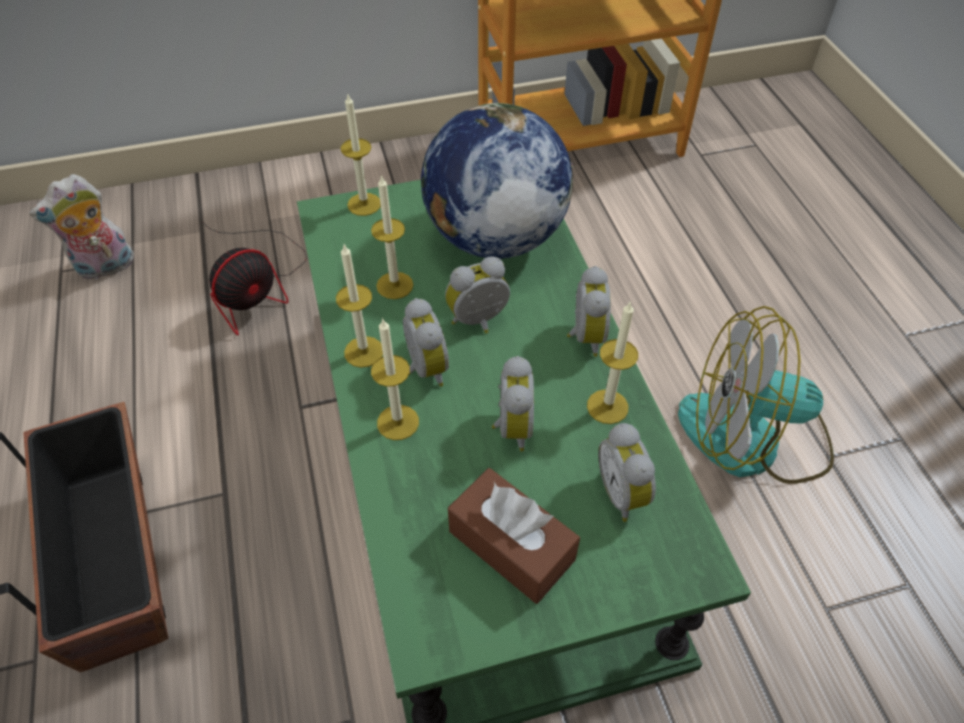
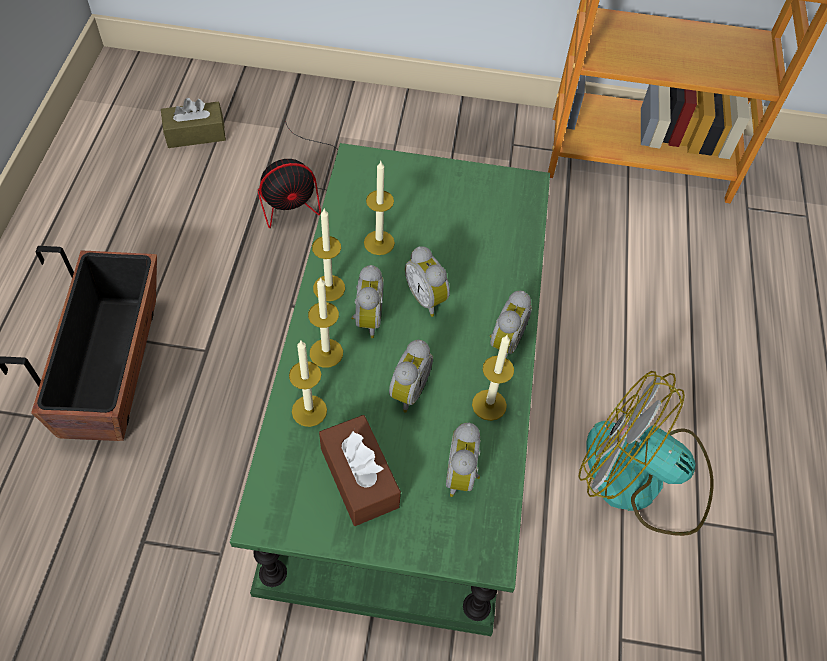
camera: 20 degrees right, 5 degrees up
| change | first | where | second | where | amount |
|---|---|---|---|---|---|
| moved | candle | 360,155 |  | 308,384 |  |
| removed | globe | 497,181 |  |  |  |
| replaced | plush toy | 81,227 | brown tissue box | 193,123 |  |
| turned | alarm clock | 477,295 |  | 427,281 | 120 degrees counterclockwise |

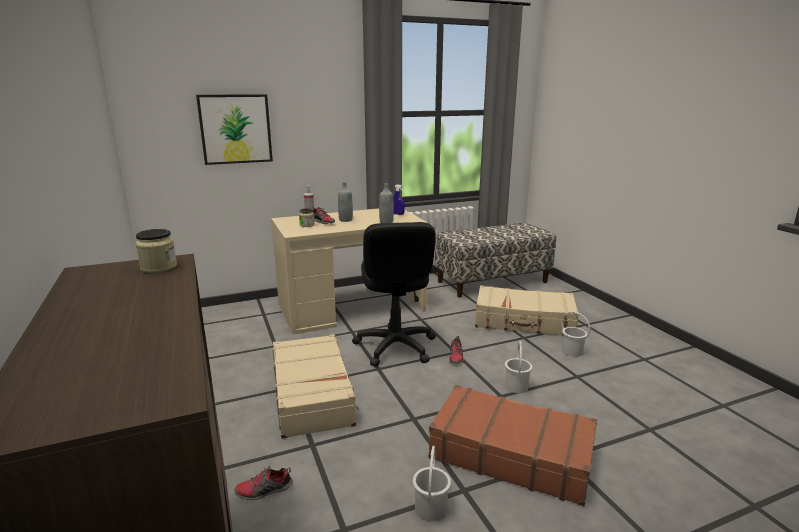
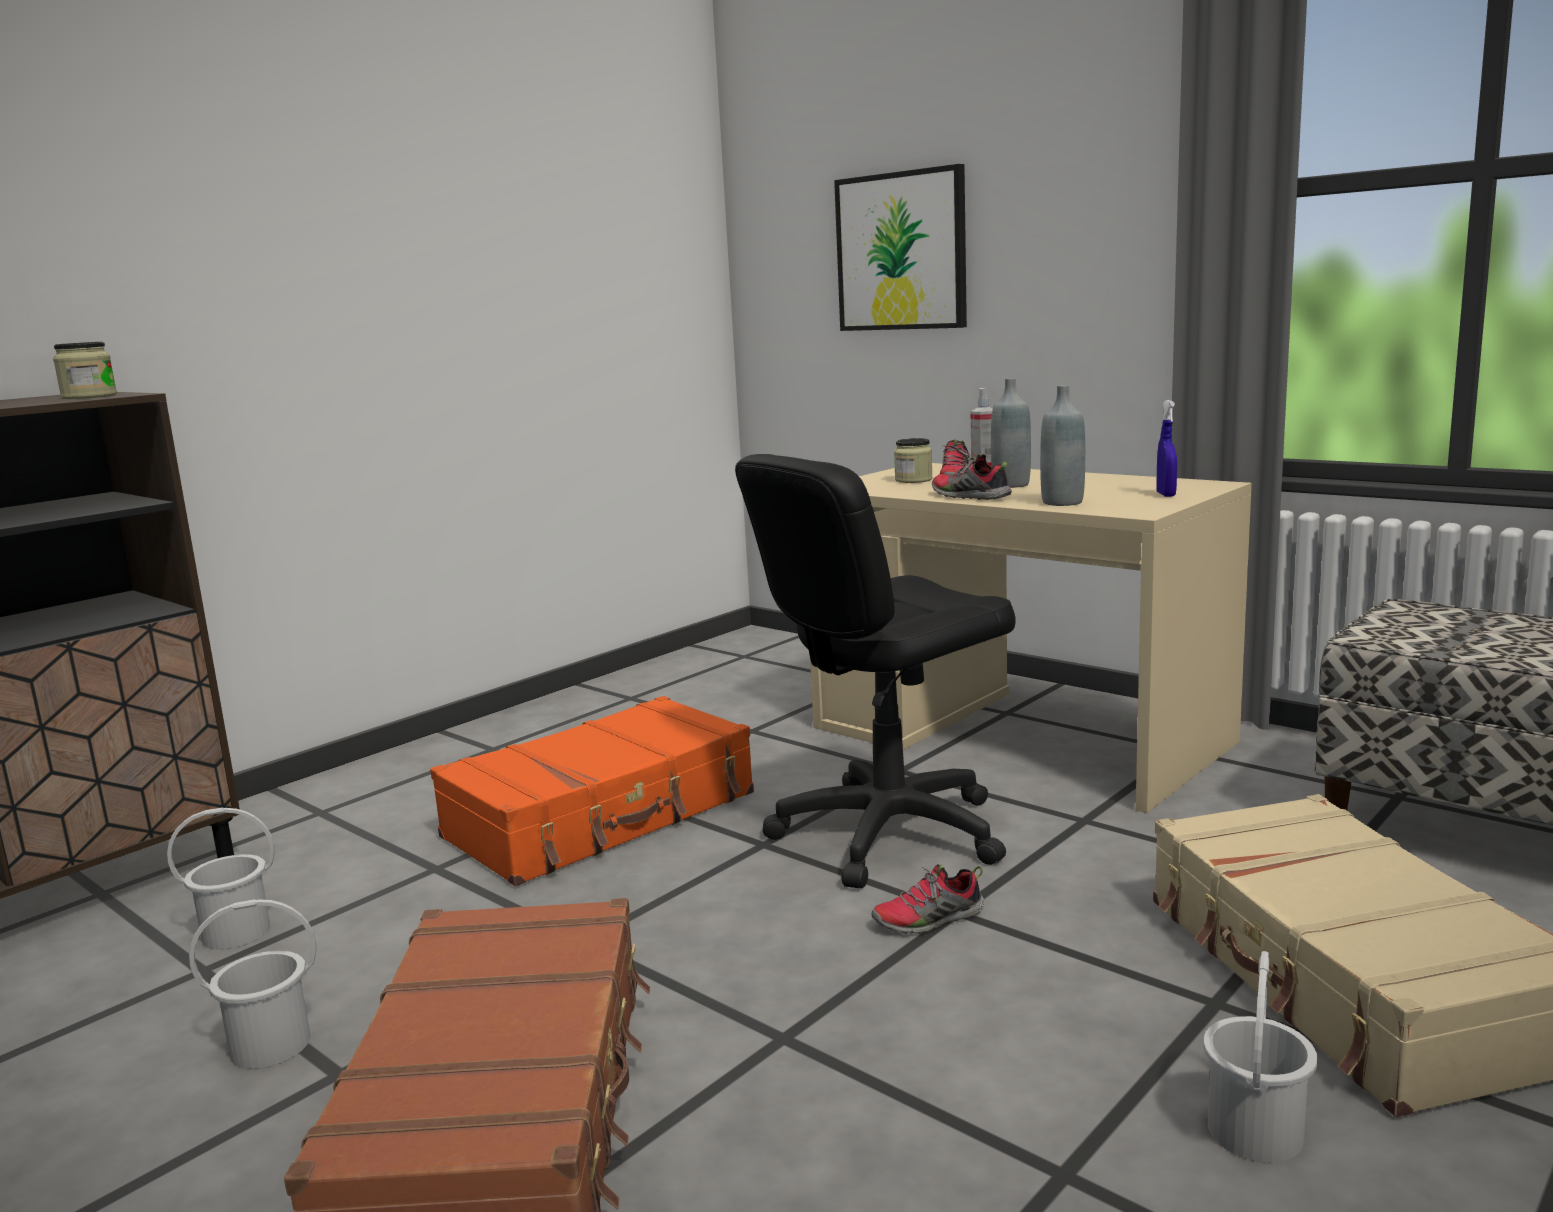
camera: 65 degrees right, 5 degrees down
| change | first | where | second | where | amount |
|---|---|---|---|---|---|
| recoloured | beige suitcase | 316,386 | orange suitcase | 592,791 |  |
| moved | white bucket | 518,367 |  | 221,879 |  |
| moved | shoe | 264,483 |  | 972,476 |  |

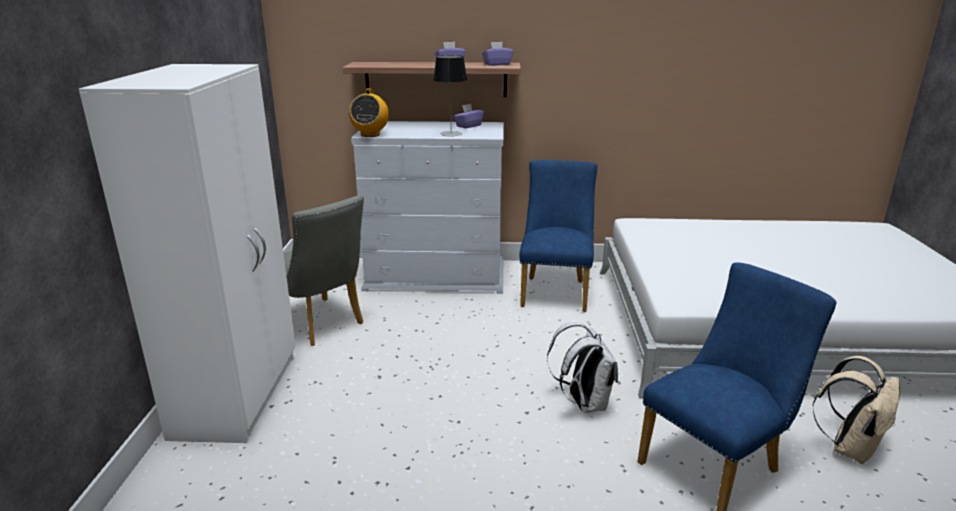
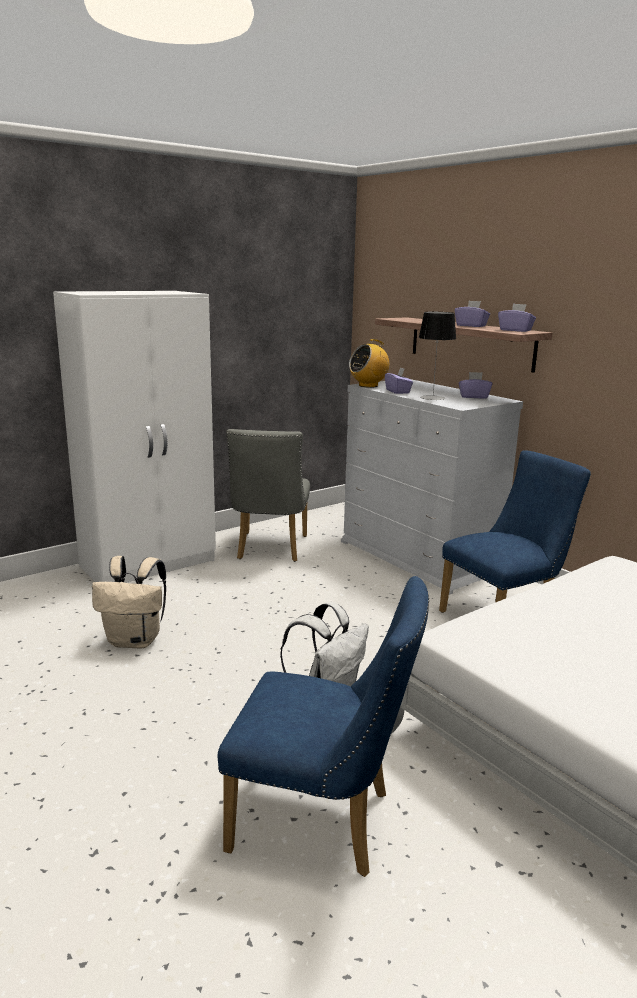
camera: 50 degrees right, 5 degrees down
| change | first | where | second | where | amount |
|---|---|---|---|---|---|
| moved | beige backpack | 856,410 |  | 129,602 |  |
| added |  |  | purple tissue box | 399,380 |  |

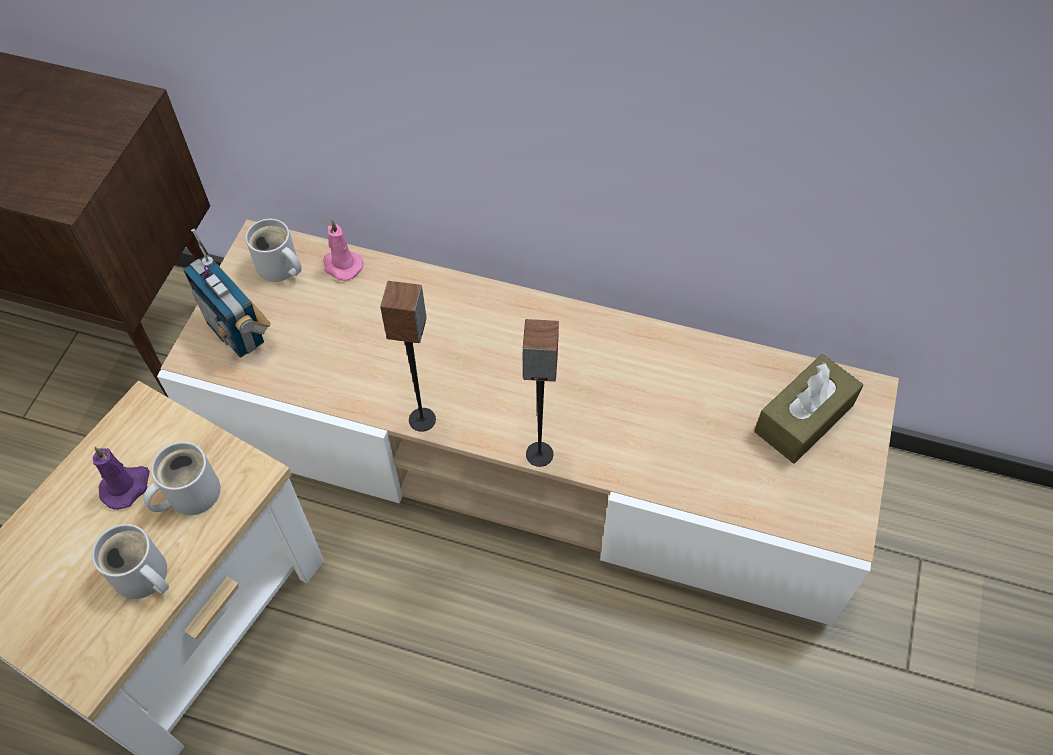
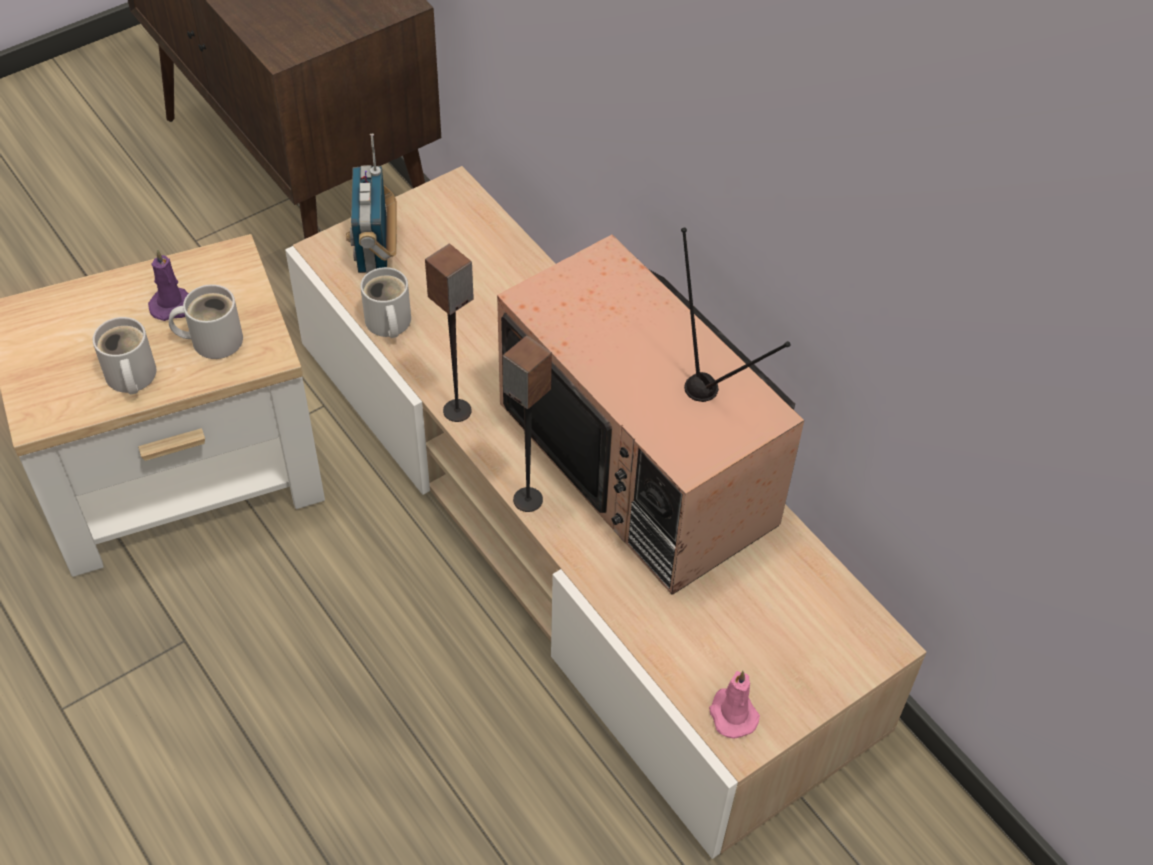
camera: 35 degrees right, 5 degrees down
| change | first | where | second | where | amount |
|---|---|---|---|---|---|
| moved | white mug | 273,250 |  | 385,302 |  |
| moved | pink candle | 343,250 |  | 734,705 |  |
| removed | brown tissue box | 808,409 |  |  |  |
| added |  |  | television | 650,411 |  |

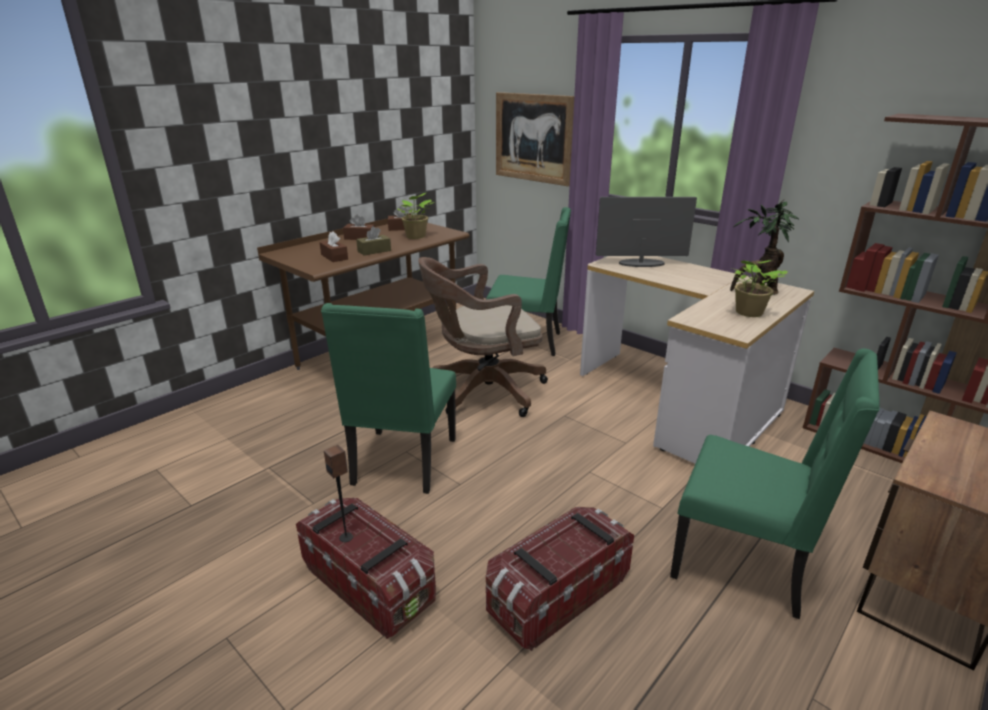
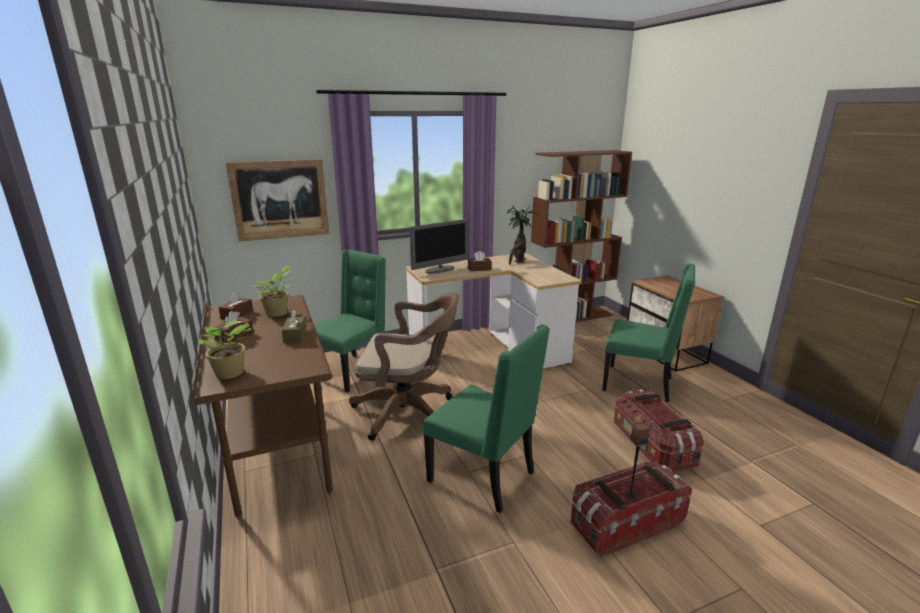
camera: 65 degrees left, 5 degrees down
| change | first | where | second | where | amount |
|---|---|---|---|---|---|
| turned | monitor | 646,232 |  | 439,246 | 150 degrees counterclockwise |
| moved | brown tissue box | 334,246 |  | 480,261 |  |
| turned | brown office chair | 483,337 |  | 404,367 | 90 degrees counterclockwise |
| moved | potted plant | 759,288 |  | 225,349 |  |
| turned | green chair | 775,483 |  | 648,333 | 60 degrees clockwise |

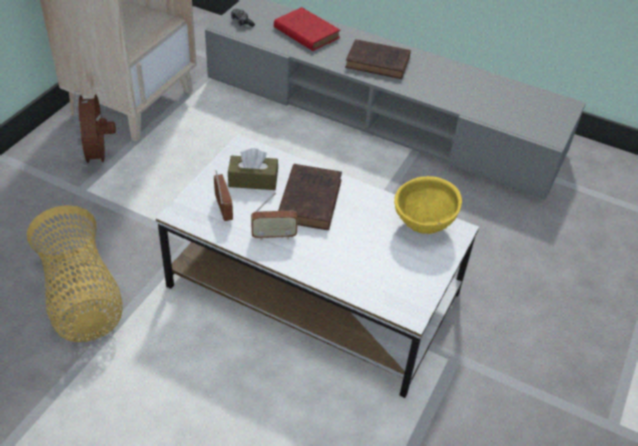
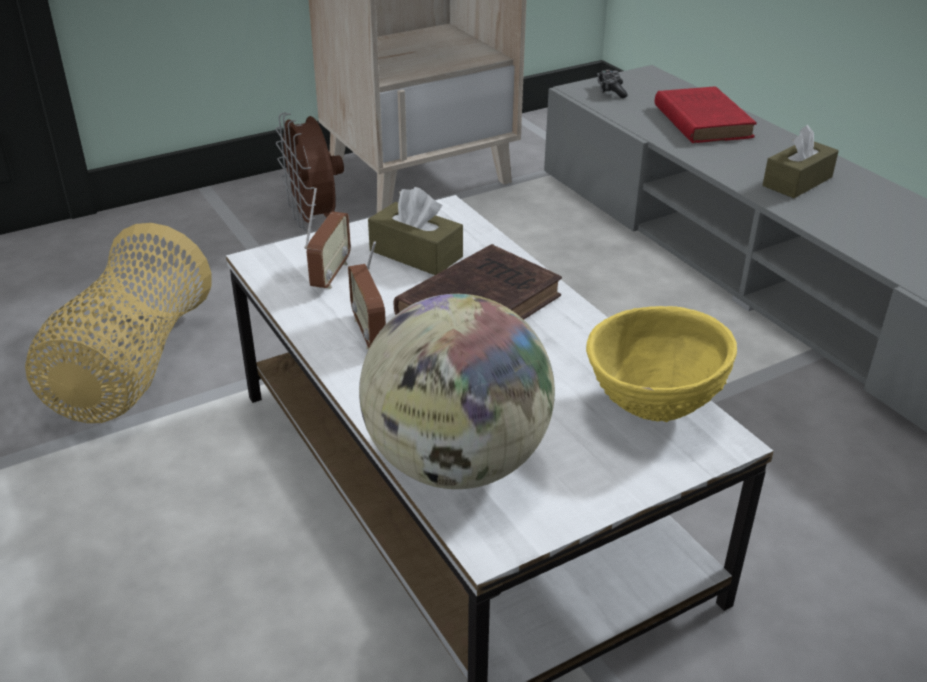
camera: 35 degrees right, 10 degrees down
| change | first | where | second | where | amount |
|---|---|---|---|---|---|
| replaced | brown book | 378,59 | brown tissue box | 801,161 |  |
| turned | brown fan | 94,129 |  | 309,171 | 45 degrees counterclockwise |
| turned | radio | 274,216 |  | 367,295 | 45 degrees clockwise |
| added |  |  | globe | 457,391 |  |

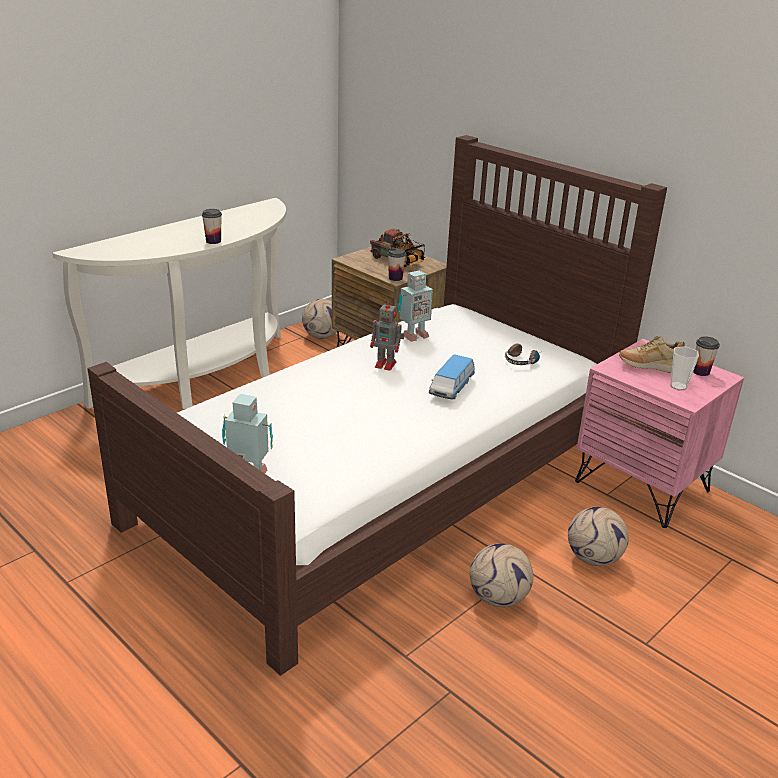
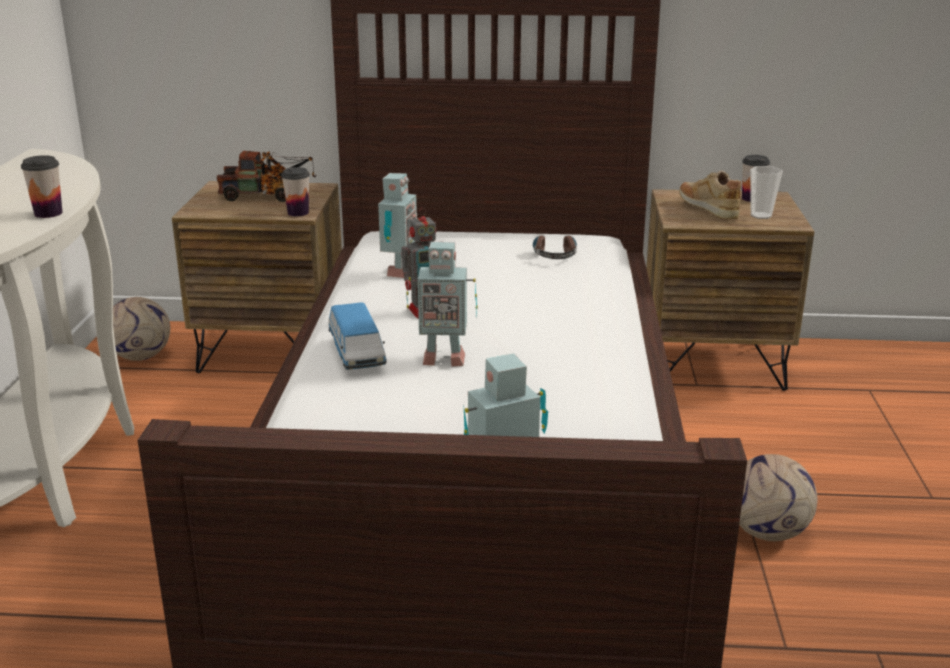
camera: 40 degrees left, 5 degrees down
| change | first | where | second | where | amount |
|---|---|---|---|---|---|
| turned | beige shoe | 652,354 |  | 710,194 | 90 degrees clockwise |
| recoloured | pink nightstand | 659,433 | brown nightstand | 730,290 |  |
| moved | toy car | 452,377 |  | 358,336 |  |
| removed | football | 598,536 |  |  |  |
| added |  |  | toy robot | 442,304 |  |

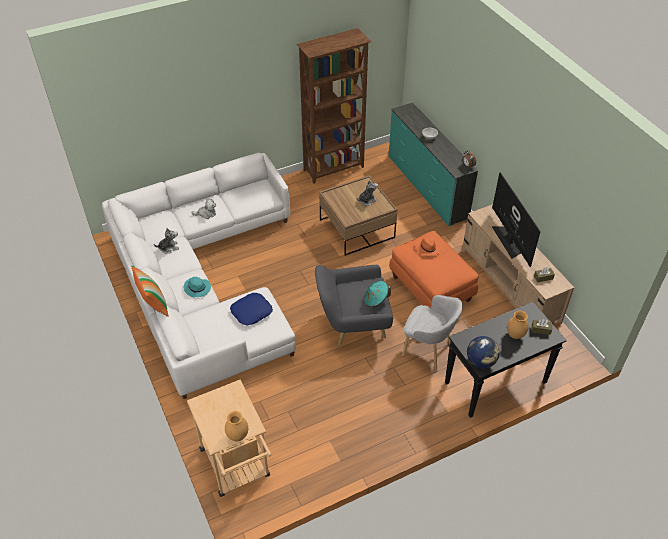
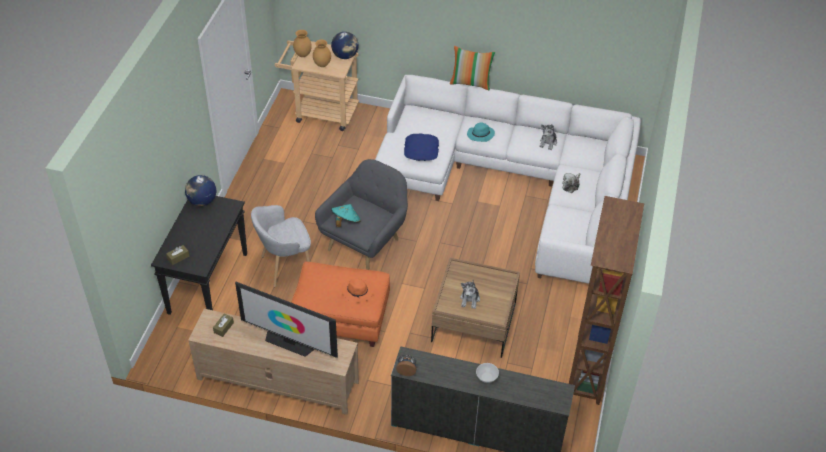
camera: 130 degrees right, 0 degrees up
| change | first | where | second | where | amount |
|---|---|---|---|---|---|
| moved | brown vase | 518,324 |  | 322,53 |  |
| added |  |  | globe | 345,45 |  |

